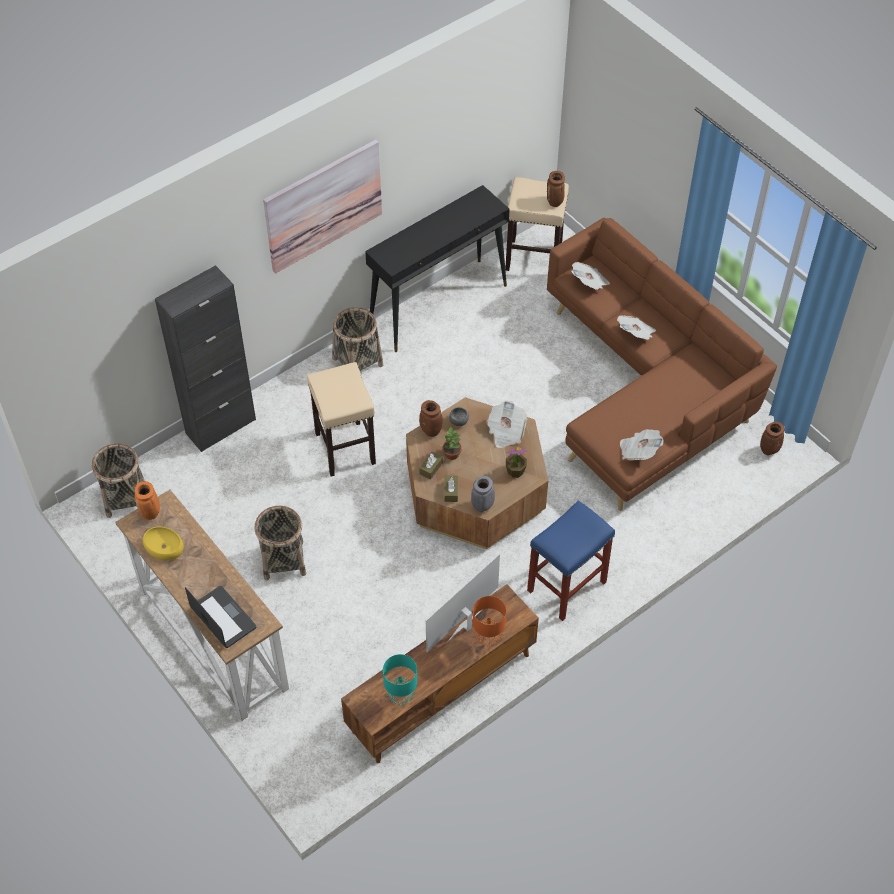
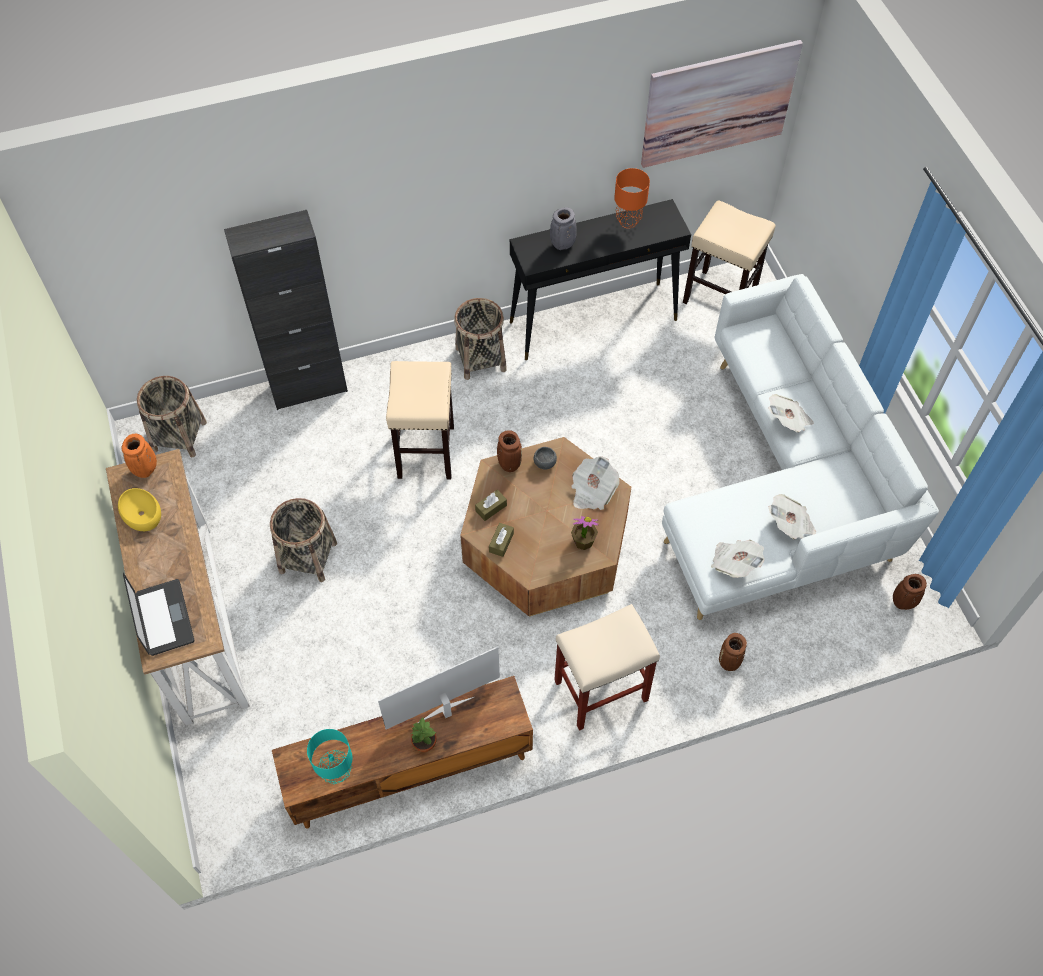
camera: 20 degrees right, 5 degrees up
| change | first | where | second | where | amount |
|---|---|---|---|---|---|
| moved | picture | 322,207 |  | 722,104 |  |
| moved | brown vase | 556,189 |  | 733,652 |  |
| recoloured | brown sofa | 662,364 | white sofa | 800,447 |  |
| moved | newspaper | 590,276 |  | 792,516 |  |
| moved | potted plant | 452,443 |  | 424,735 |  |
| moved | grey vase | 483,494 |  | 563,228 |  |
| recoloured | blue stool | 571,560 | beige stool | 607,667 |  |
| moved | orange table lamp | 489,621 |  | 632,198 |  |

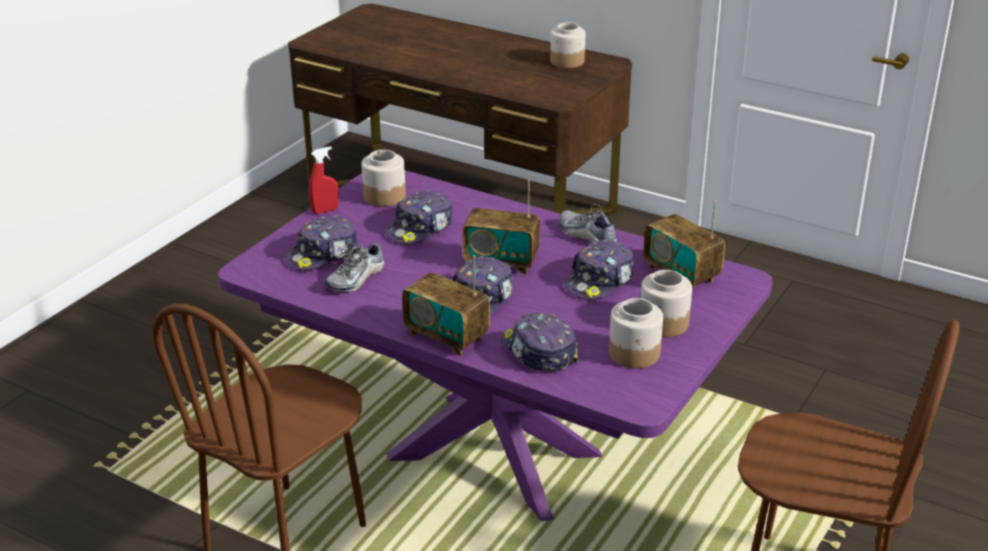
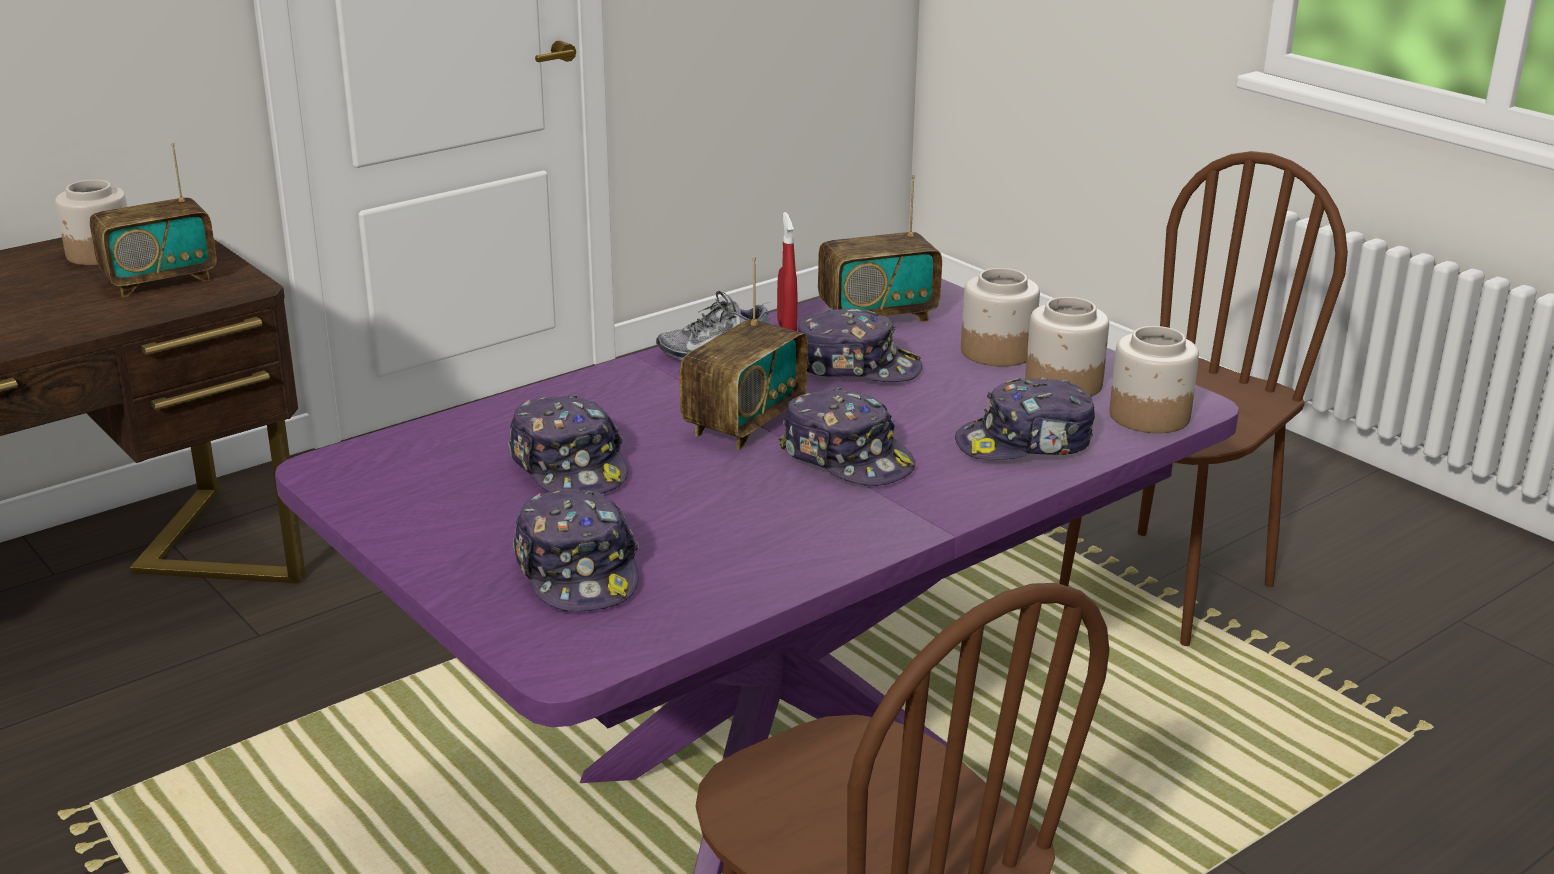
camera: 70 degrees left, 5 degrees down
| change | first | where | second | where | amount |
|---|---|---|---|---|---|
| moved | red spray bottle | 324,180 |  | 787,271 |  |
| moved | jar | 383,178 |  | 1154,379 |  |
| turned | cap | 599,269 |  | 860,345 | 45 degrees counterclockwise |
| removed | shoe | 354,267 |  |  |  |
| moved | radio | 446,305 |  | 153,220 |  |

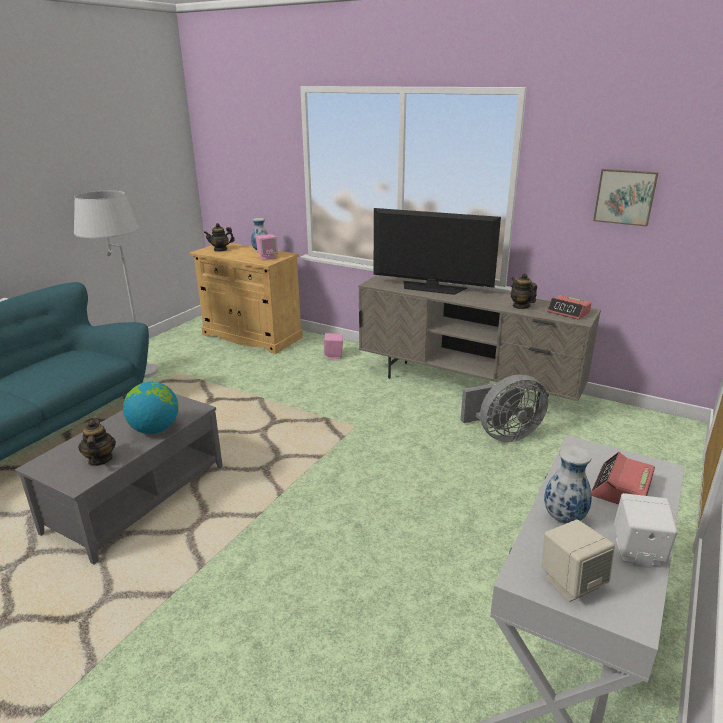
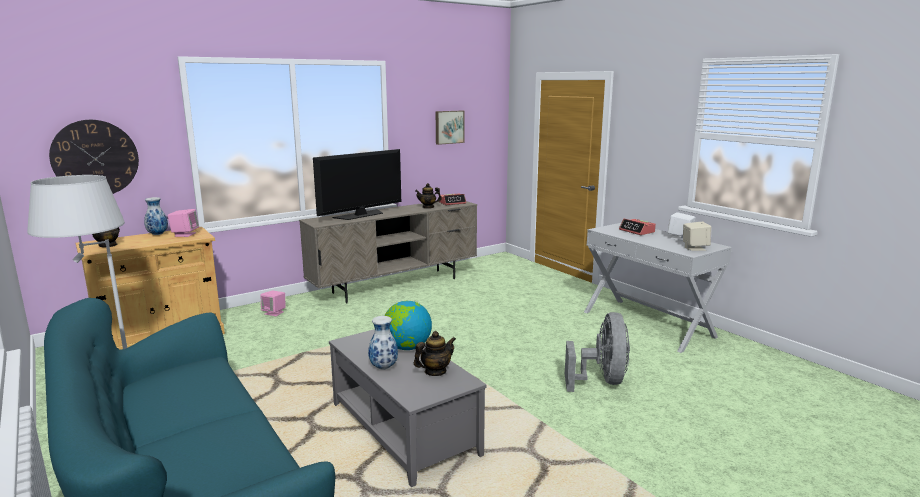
camera: 65 degrees left, 10 degrees down
| change | first | where | second | where | amount |
|---|---|---|---|---|---|
| moved | grey fan | 504,408 |  | 597,352 |  |
| turned | teapot | 97,442 |  | 435,353 | 135 degrees clockwise |
| moved | vase | 568,485 |  | 383,343 |  |
| added |  |  | wall clock | 94,157 |  |

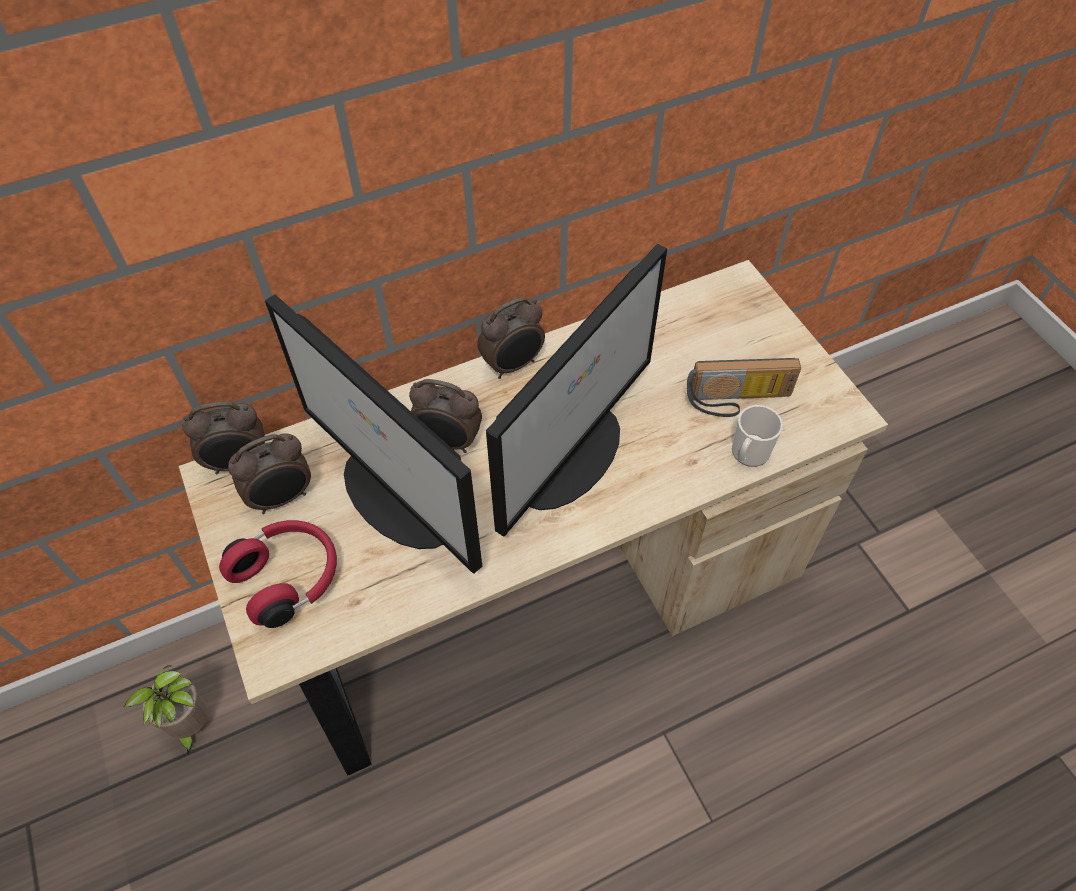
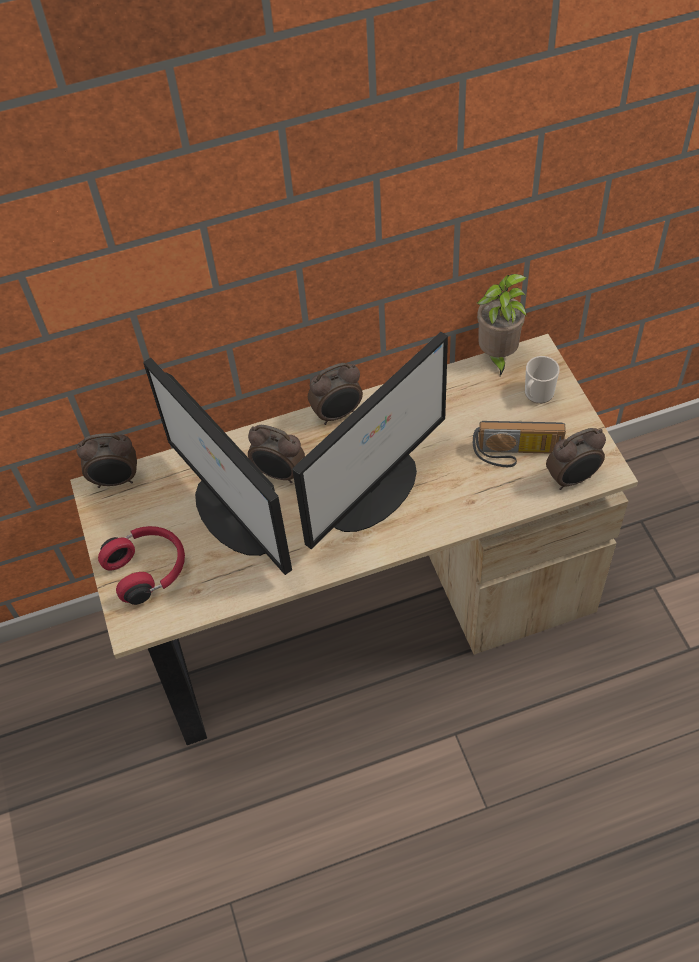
camera: 10 degrees right, 0 degrees up
| change | first | where | second | where | amount |
|---|---|---|---|---|---|
| moved | mug | 757,436 |  | 542,380 |  |
| moved | alarm clock | 269,474 |  | 576,459 |  |
| moved | potted plant | 166,709 |  | 502,325 |  |

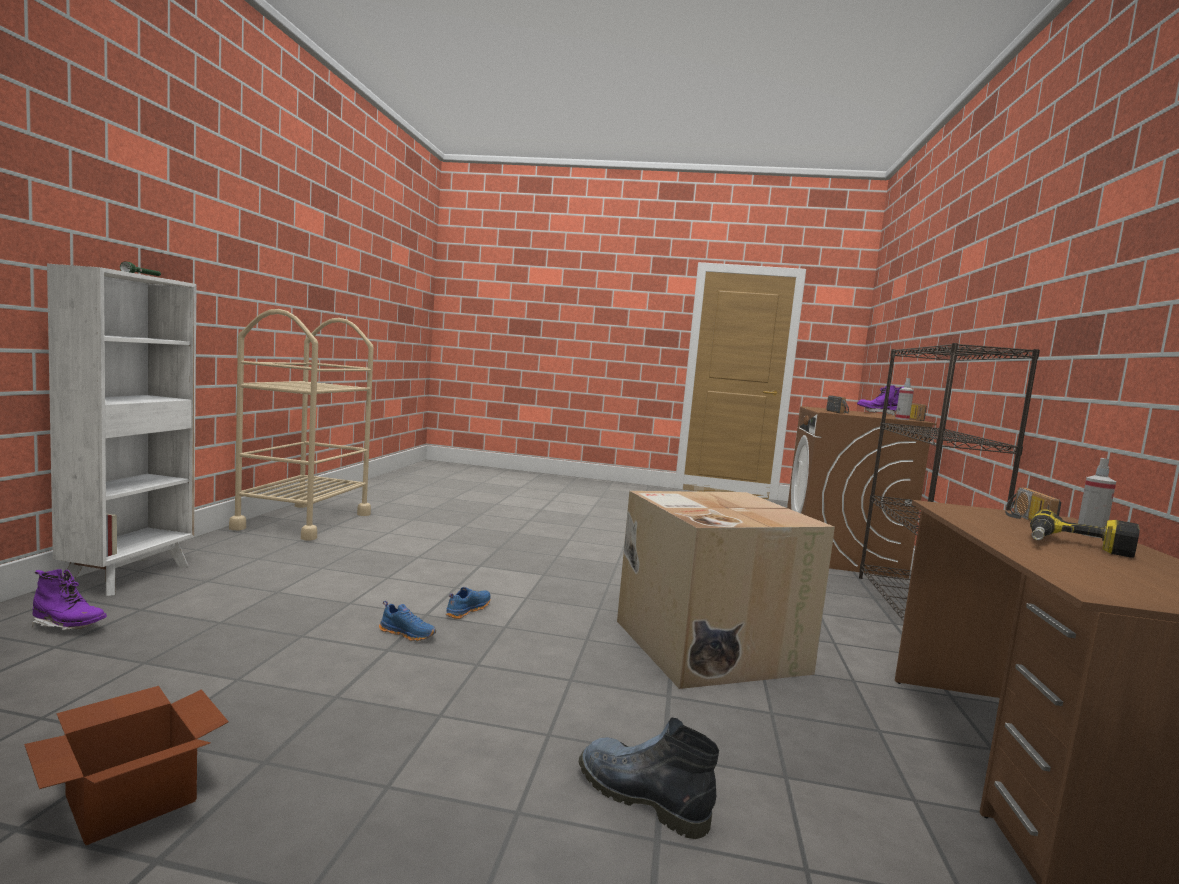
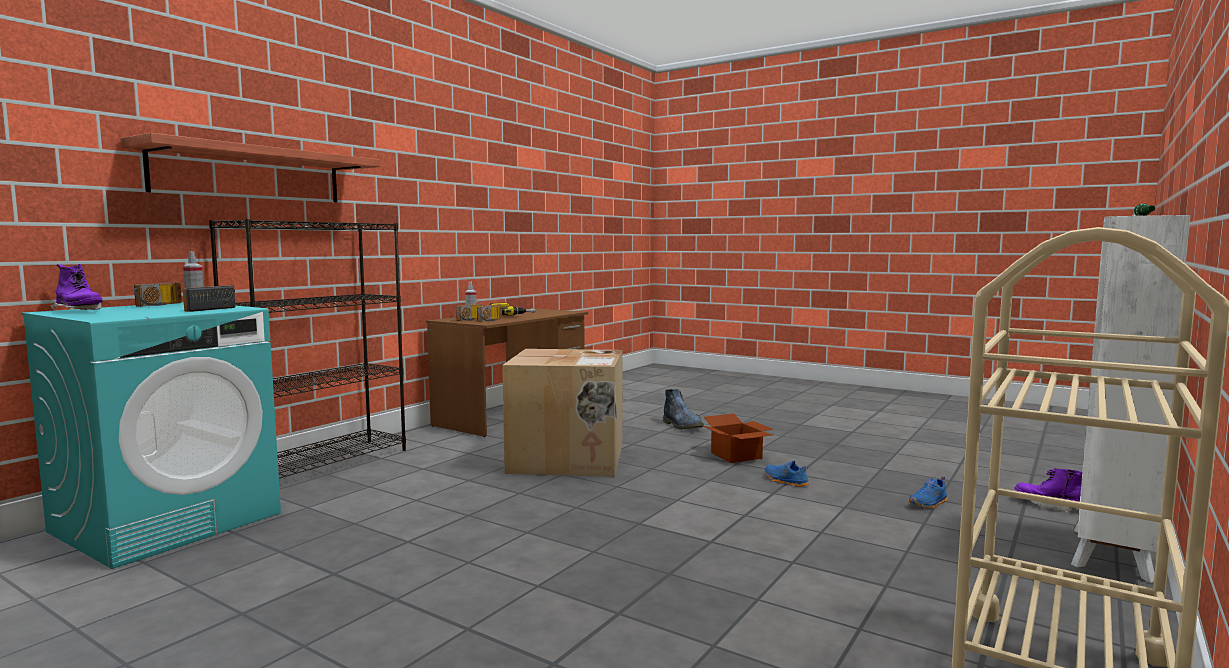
camera: 155 degrees left, 0 degrees up
| change | first | where | second | where | amount |
|---|---|---|---|---|---|
| recoloured | brown washing machine | 862,492 | turquoise washing machine | 151,435 |  |
| moved | blue shoe | 468,603 |  | 928,492 |  |
| moved | cardboard box | 126,765 |  | 737,438 |  |
| added |  |  | shelf | 250,167 |  |
| added |  |  | radio | 489,313 |  |

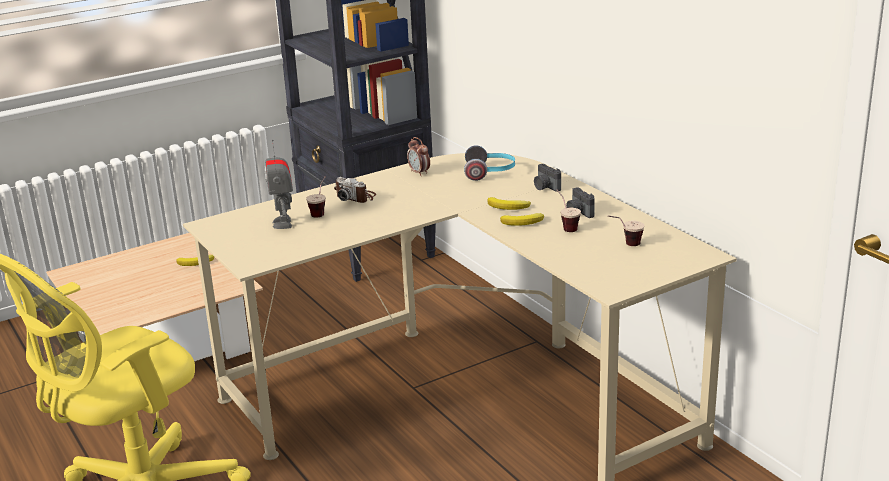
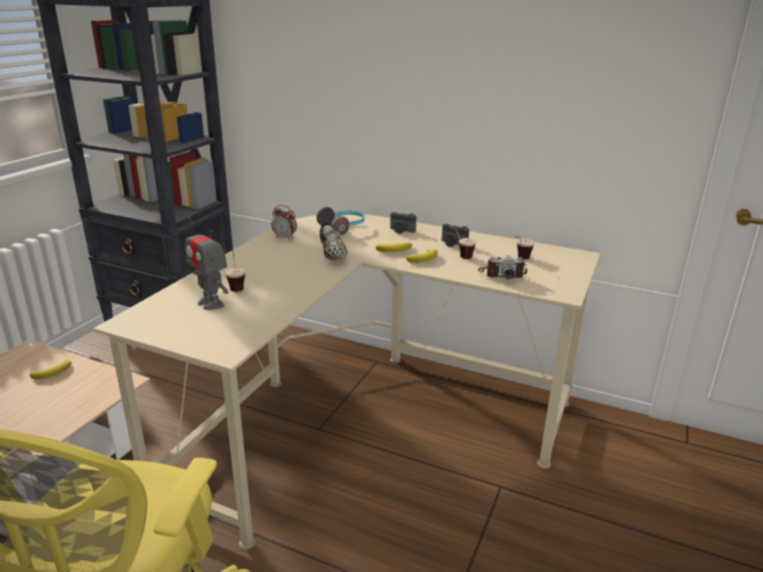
camera: 35 degrees left, 0 degrees up
| change | first | where | second | where | amount |
|---|---|---|---|---|---|
| moved | photo camera | 355,190 |  | 502,267 |  |
| added |  |  | shoe | 334,240 |  |

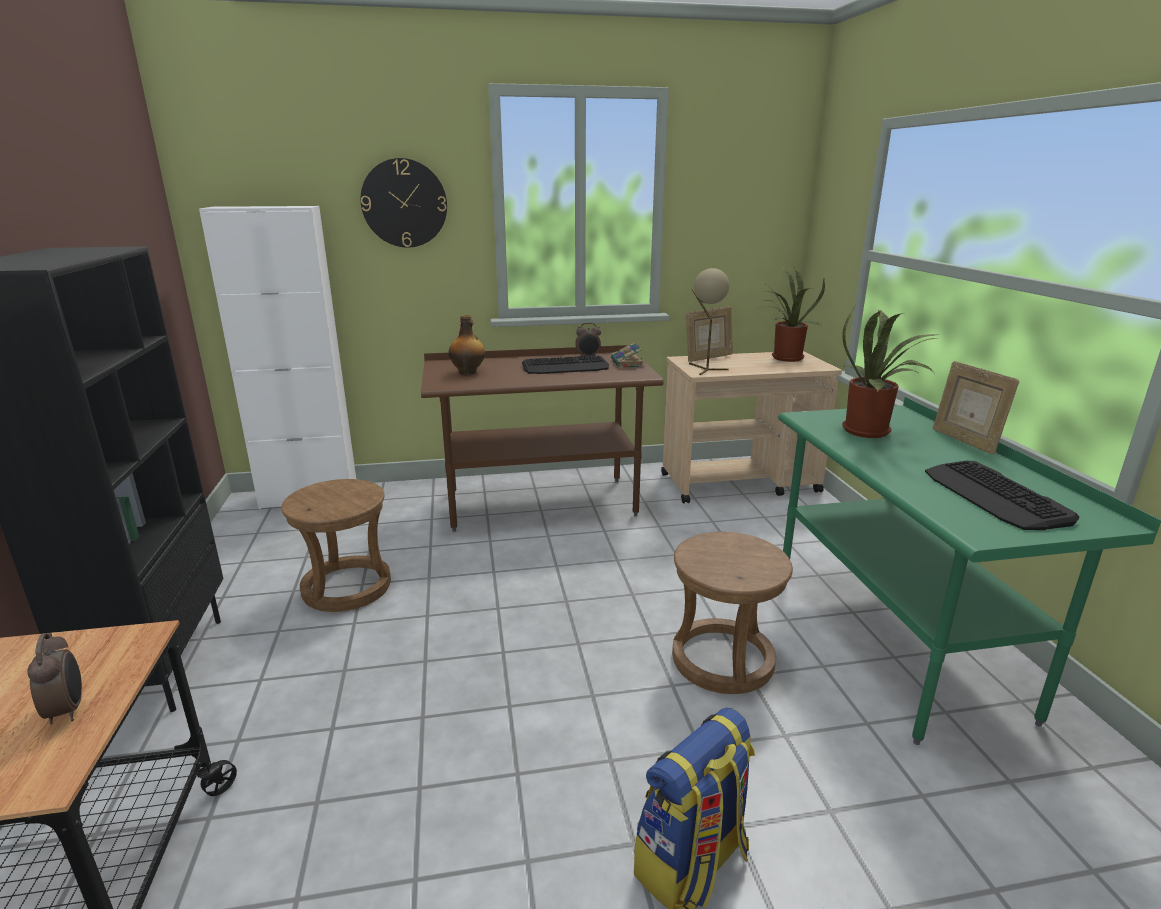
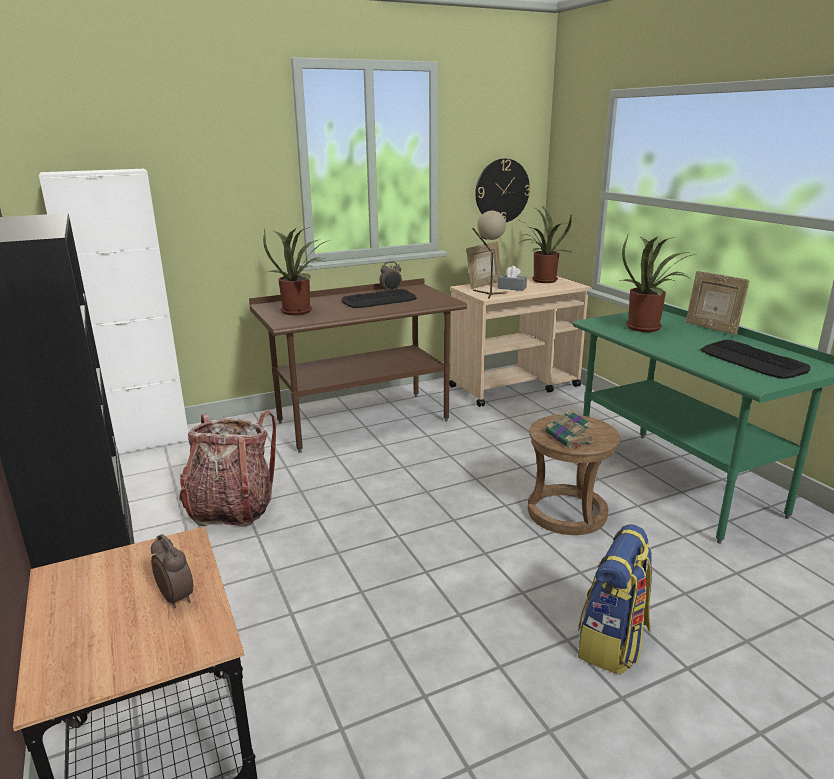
camera: 15 degrees left, 0 degrees up
| change | first | where | second | where | amount |
|---|---|---|---|---|---|
| moved | wall clock | 404,203 |  | 502,190 |  |
| replaced | bottle | 466,345 | potted plant | 296,271 |  |
| moved | book | 627,355 |  | 570,429 |  |
| replaced | brown stool | 336,545 | backpack | 227,468 |  |
| added |  |  | grey tissue box | 512,278 |  |

